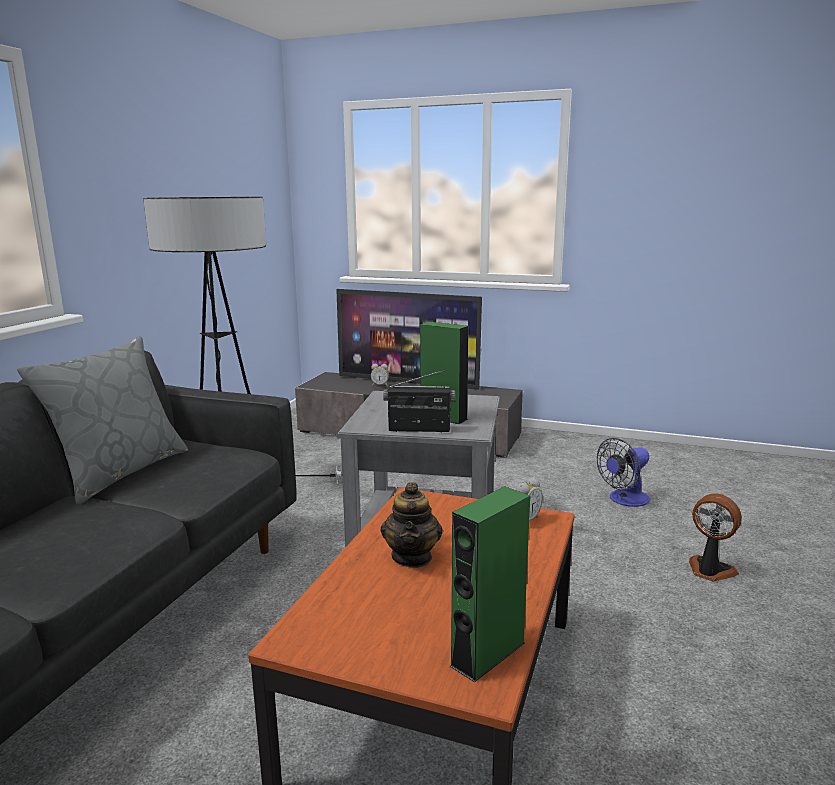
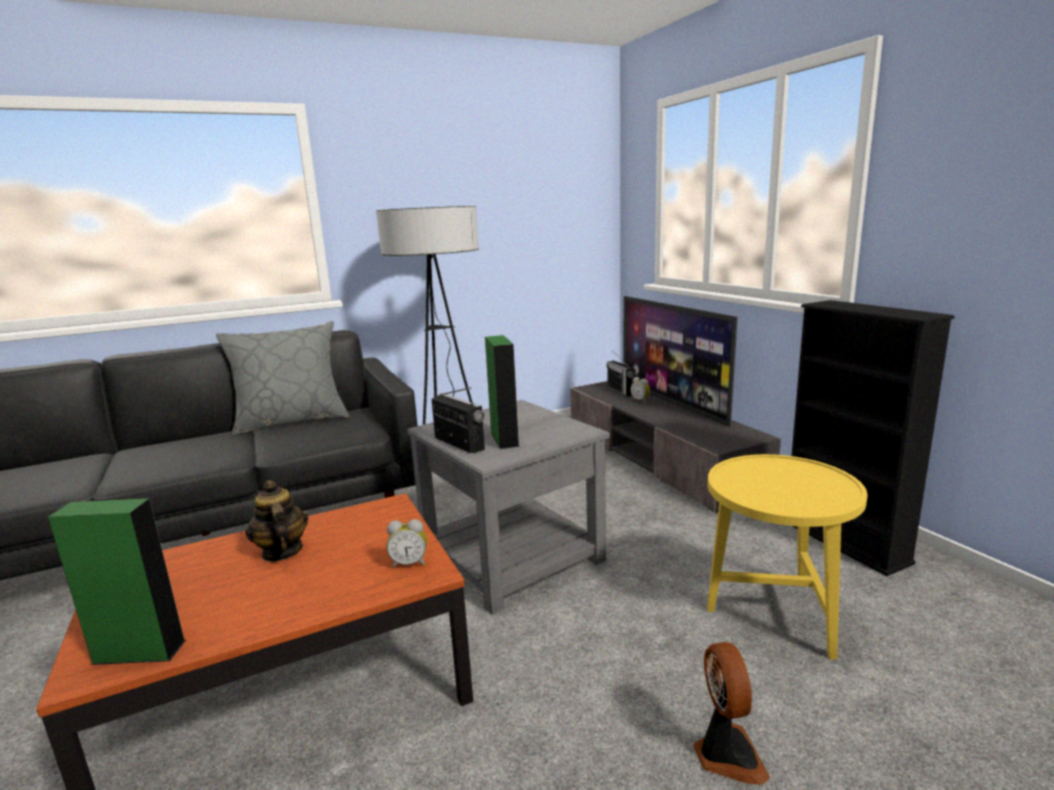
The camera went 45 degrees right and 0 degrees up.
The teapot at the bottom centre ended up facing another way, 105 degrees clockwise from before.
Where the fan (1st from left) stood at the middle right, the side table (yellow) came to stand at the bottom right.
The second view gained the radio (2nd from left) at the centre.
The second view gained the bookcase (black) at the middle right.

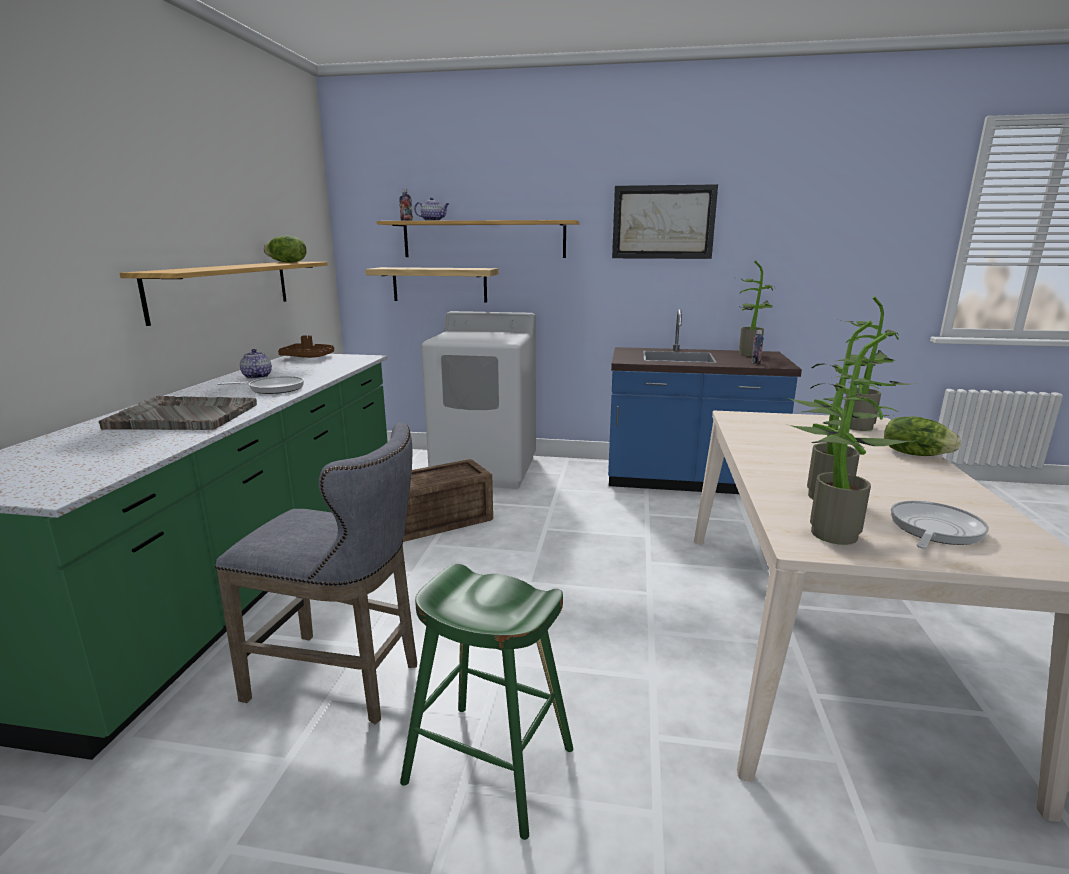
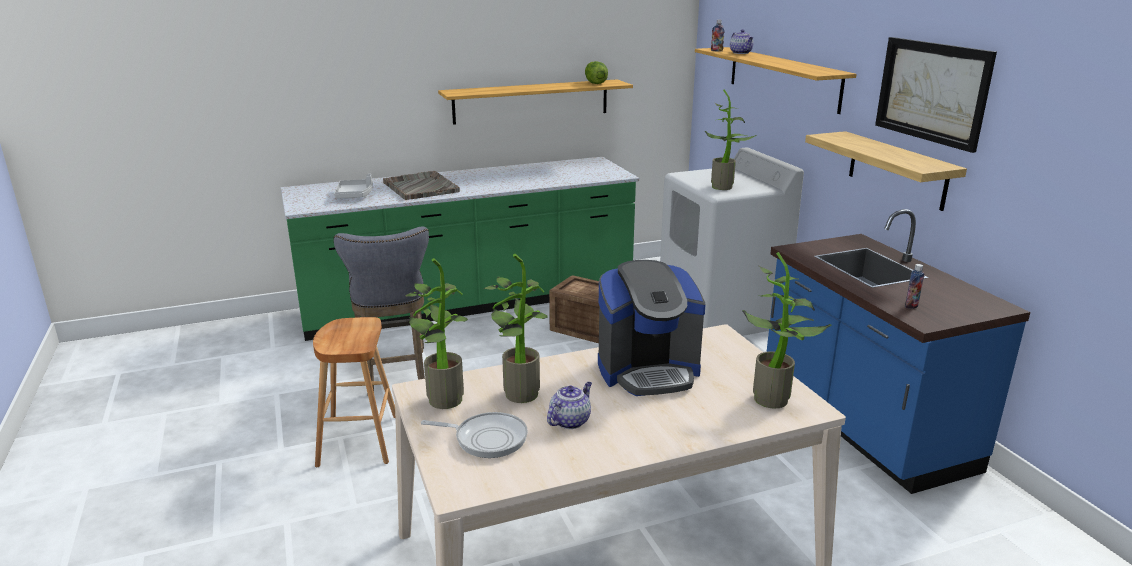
The camera went 60 degrees right and 5 degrees up.
The second view lost the frying pan (1st from left) at the middle left.
The teapot (1st from left) ended up elsewhere, having gone from the middle left to the bottom centre.
The second view lost the tray (brown) at the middle left.
The shelf (2nd from left in the first image) ended up elsewhere, having gone from the top centre to the top right.
What was the stool (green) at the bottom centre turned into the stool (brown) at the bottom left.
The potted plant (1st from left in the first image) ended up elsewhere, having gone from the middle right to the top centre.
The second view lost the lettuce (2nd from left) at the middle right.
The second view gained the tray (grey) (1st from left) at the top left.
The second view gained the coffee machine at the centre.

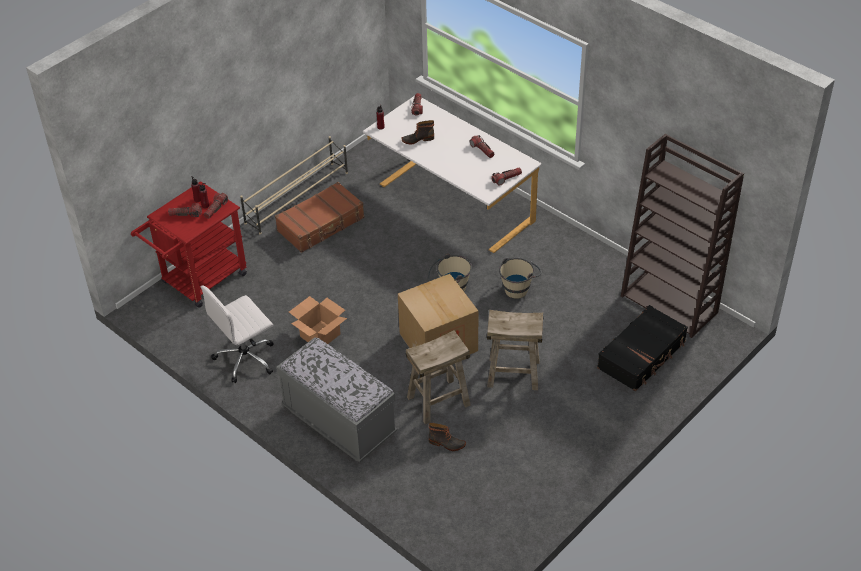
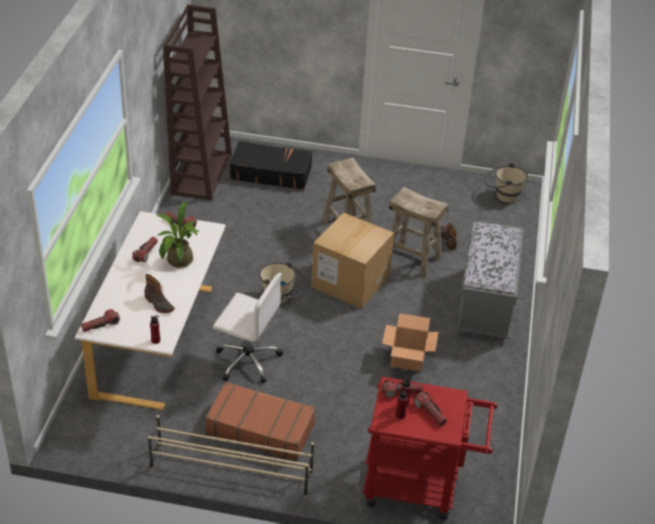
The camera went 125 degrees left and 5 degrees down.
The office chair (white) ended up elsewhere, having gone from the middle left to the centre.
The bucket (beige) (2nd from left) ended up elsewhere, having gone from the centre to the middle right.
The second view gained the potted plant at the middle left.

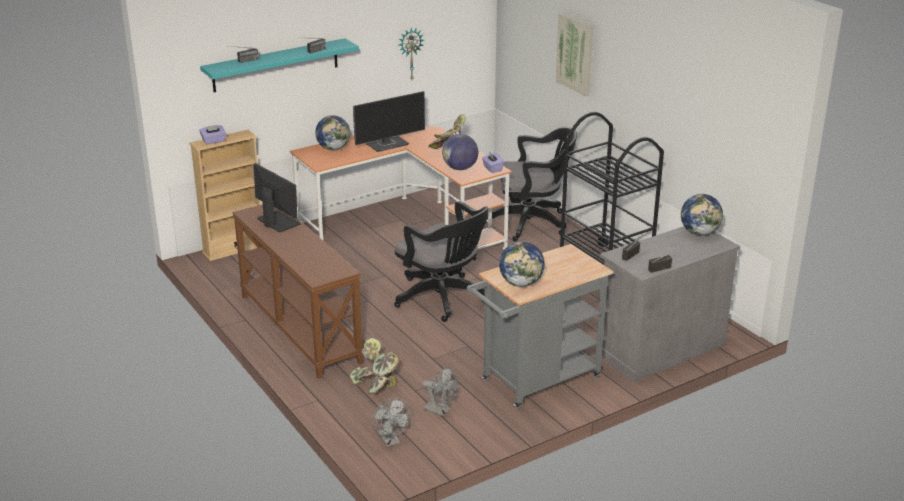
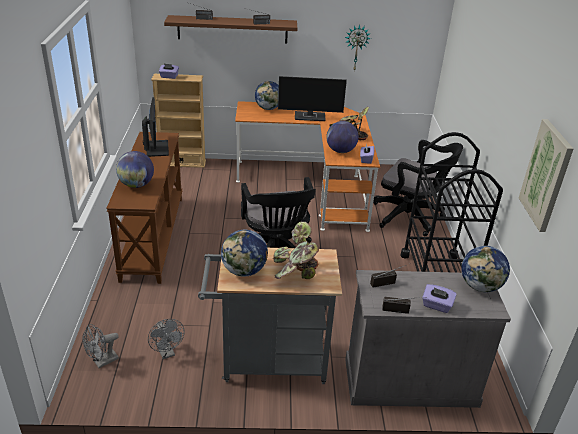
The camera went 30 degrees right and 5 degrees up.
What was the shelf (turquoise) at the top left turned into the shelf (brown) at the top centre.
The potted plant (1st from left) ended up elsewhere, having gone from the bottom centre to the centre.
The fan (grey) (1st from left) at the bottom centre ended up facing another way, 45 degrees clockwise from before.
The picture ended up elsewhere, having gone from the top centre to the middle right.
The second view gained the globe (1st from left) at the middle left.
The second view gained the tissue box (purple) (3rd from left) at the bottom right.

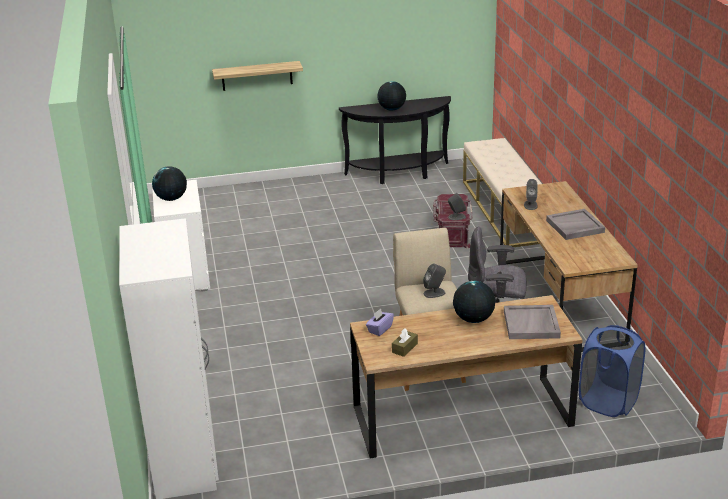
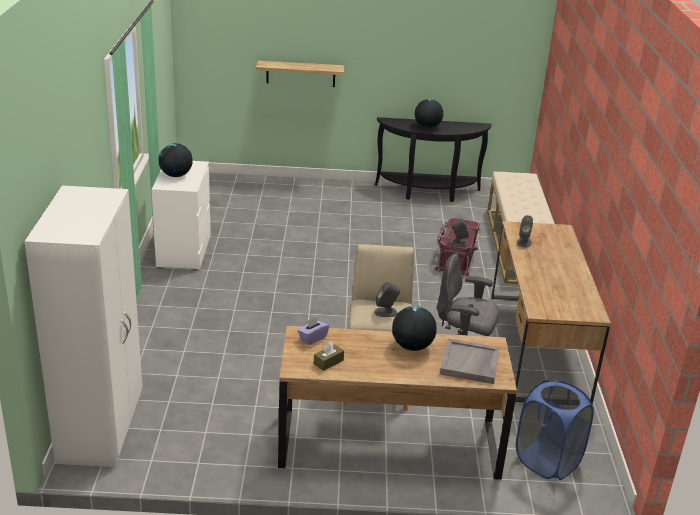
The camera went 10 degrees right and 0 degrees up.
The second view lost the tray (grey) (2nd from left) at the middle right.

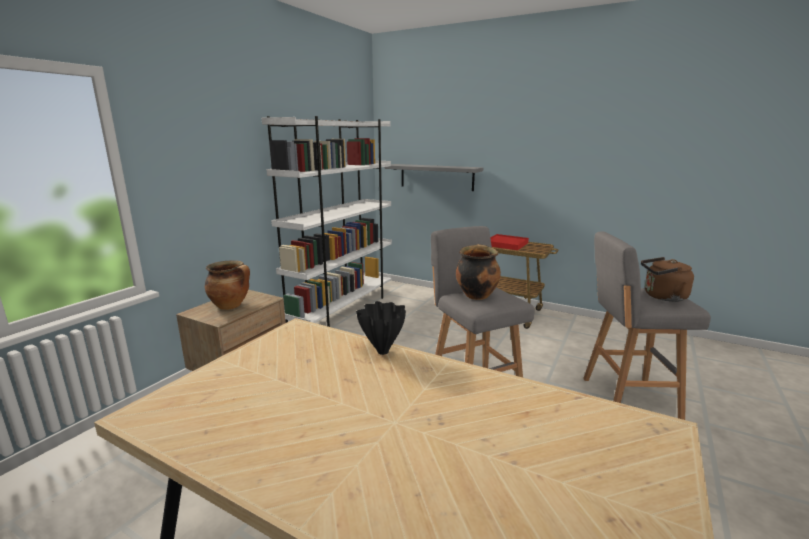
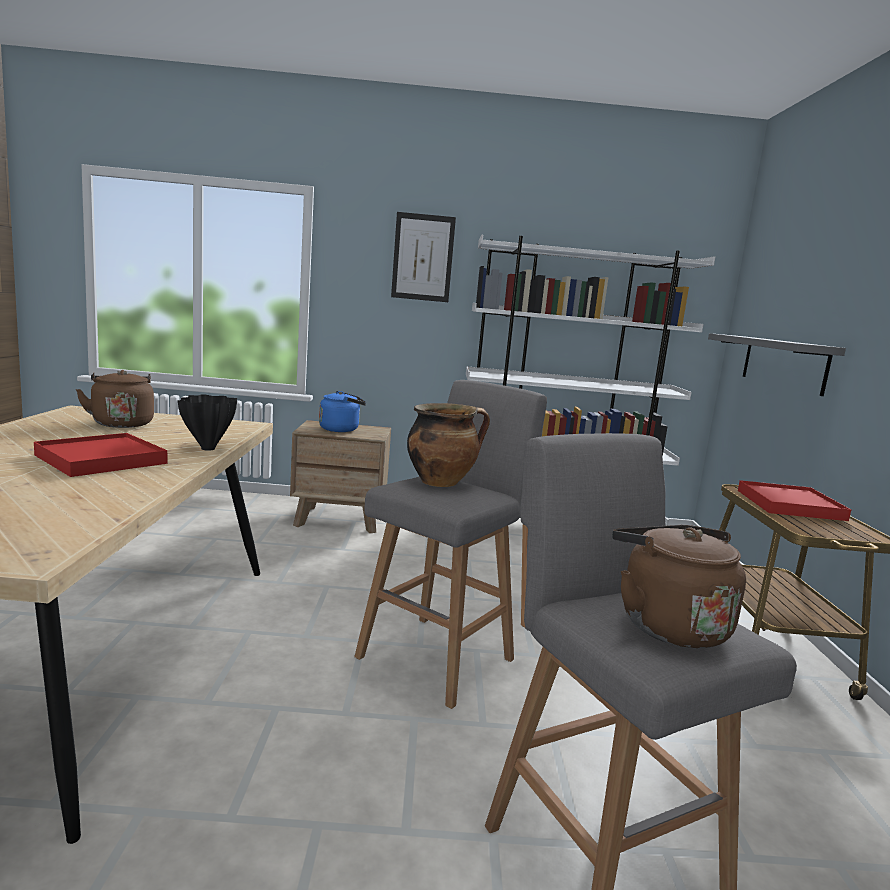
The camera went 60 degrees right and 5 degrees down.
Where the cooking pot (1st from left) stood at the middle left, the kettle (blue) came to stand at the centre.
The second view gained the tray (red) (1st from left) at the middle left.
The second view gained the kettle (brown) (1st from left) at the middle left.
The second view gained the picture at the top centre.

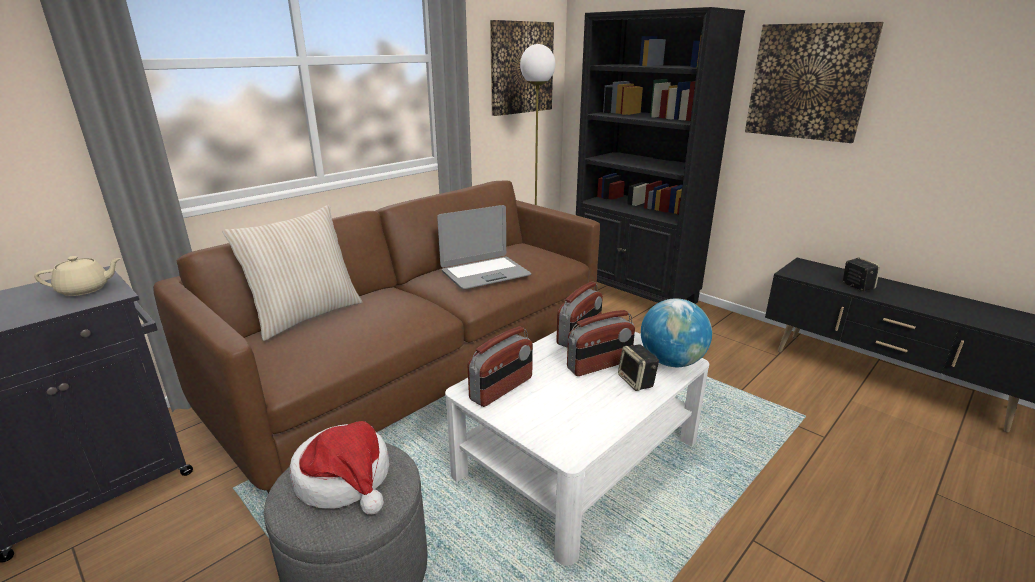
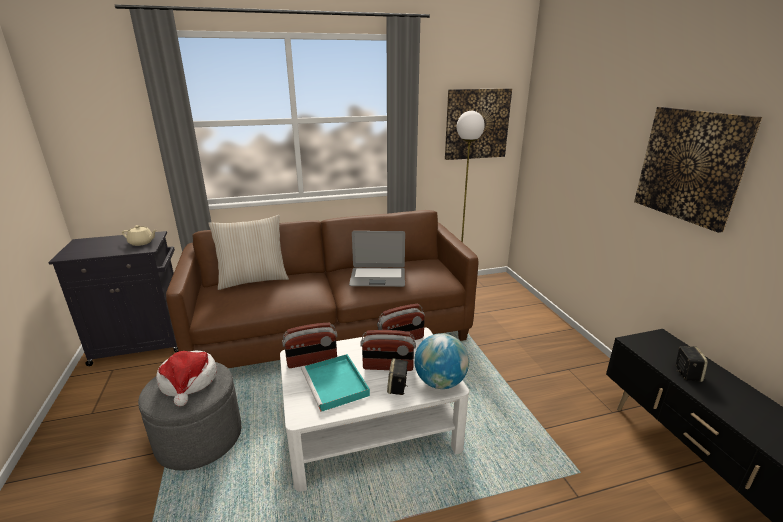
The camera went 30 degrees right and 0 degrees up.
The second view lost the bookcase (black) at the top centre.
The second view gained the tray (turquoise) at the bottom centre.

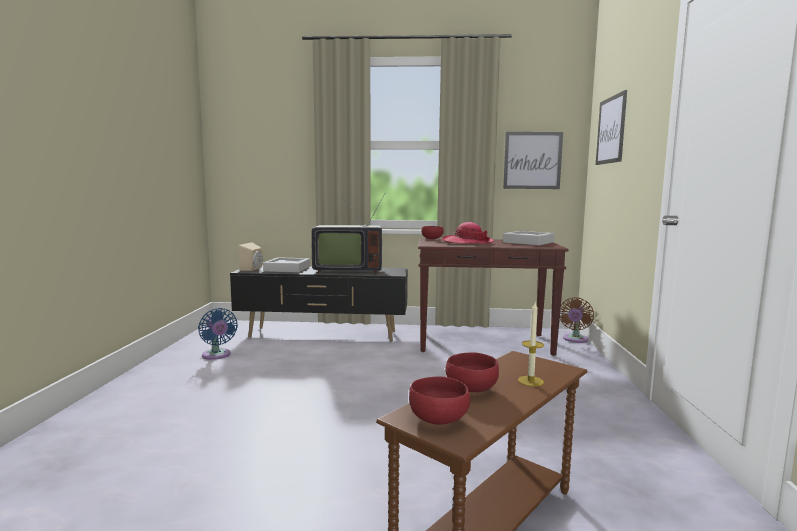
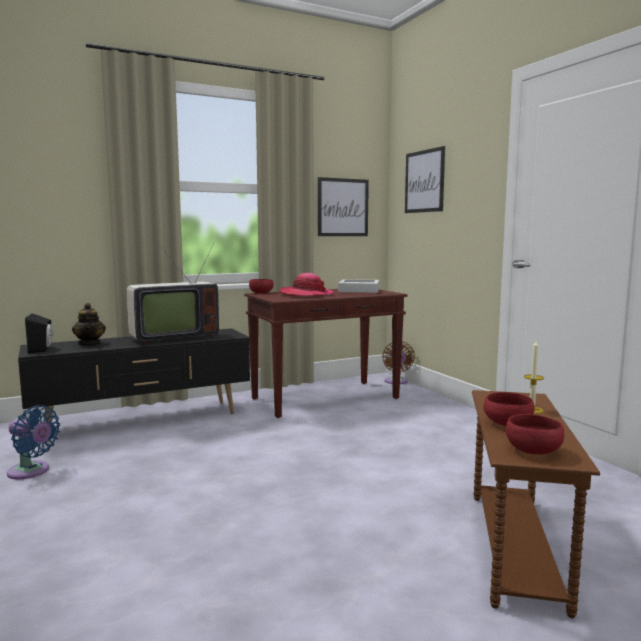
The camera went 30 degrees left and 0 degrees up.
What was the speaker (beige) at the middle left turned into the speaker (black) at the middle left.
Where the tray (grey) (1st from left) stood at the centre, the teapot came to stand at the middle left.

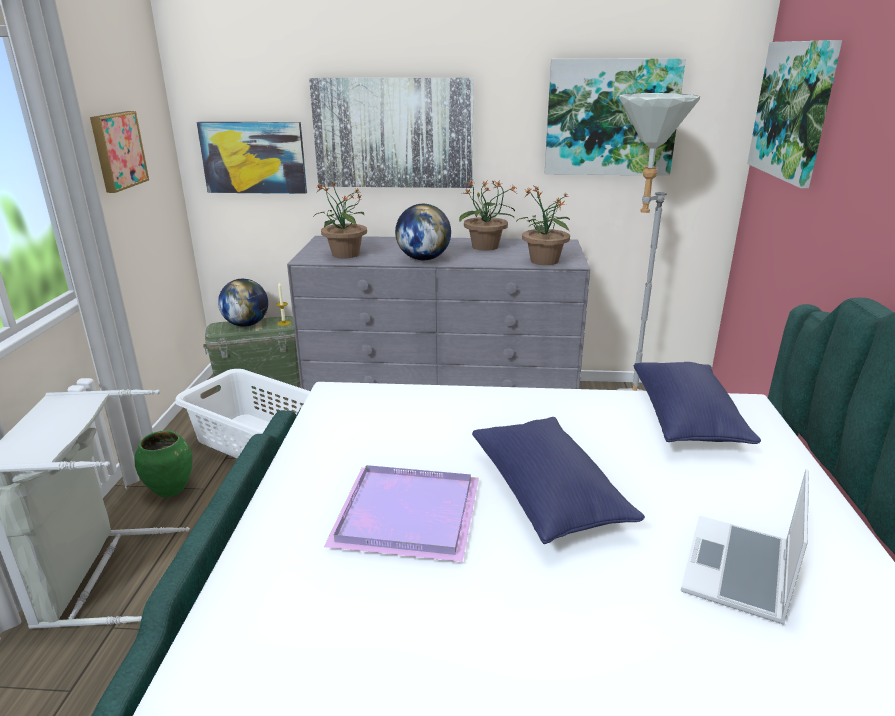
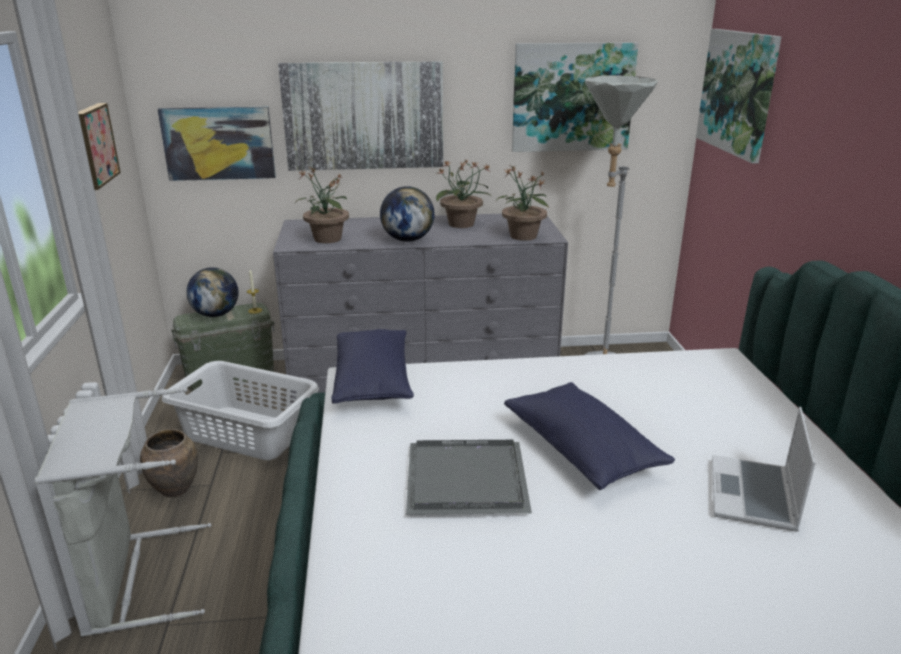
The camera went 10 degrees left and 0 degrees up.
What was the vase (green) at the middle left turned into the vase (brown) at the bottom left.
What was the tray (purple) at the bottom centre turned into the tray (grey) at the bottom centre.
The pillow (blue) (2nd from left in the first image) ended up elsewhere, having gone from the middle right to the centre.

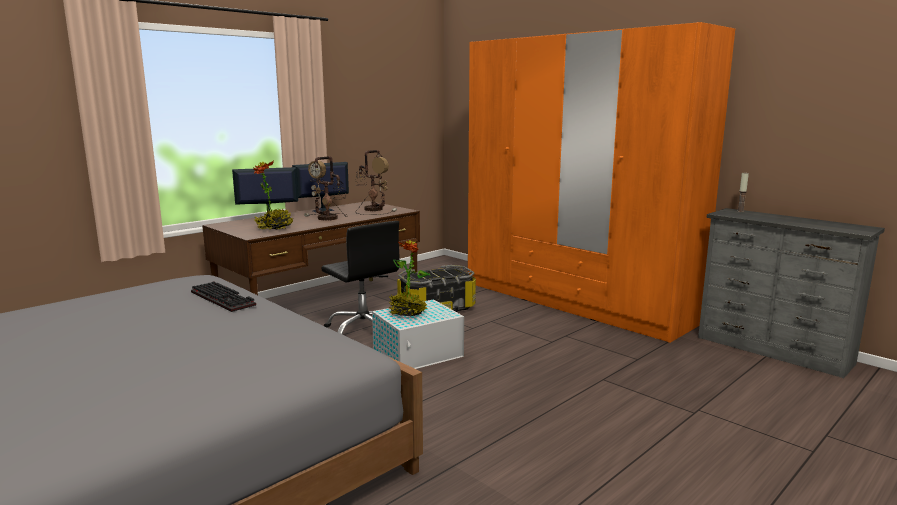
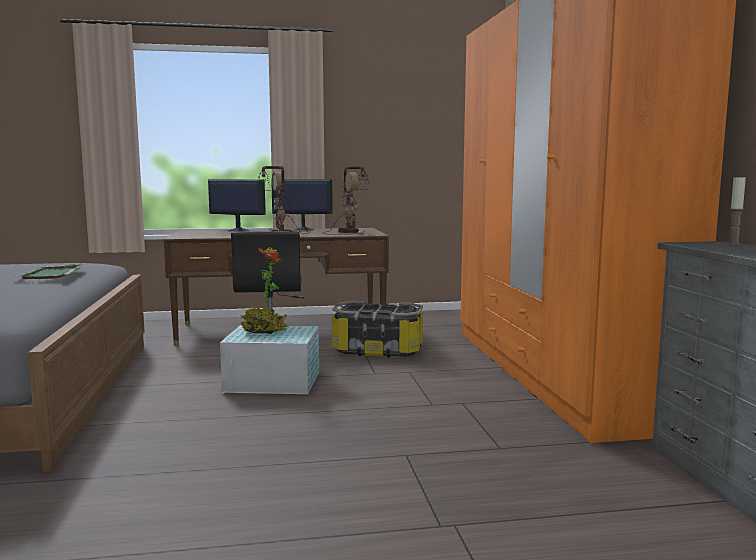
The camera went 35 degrees right and 5 degrees down.
Where the keyboard stood at the middle left, the tray (green) came to stand at the middle left.
The second view lost the potted plant (1st from left) at the middle left.

